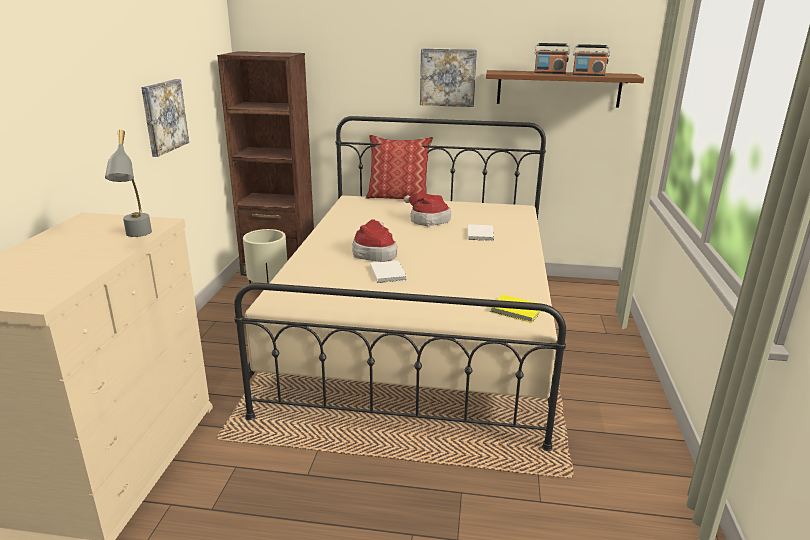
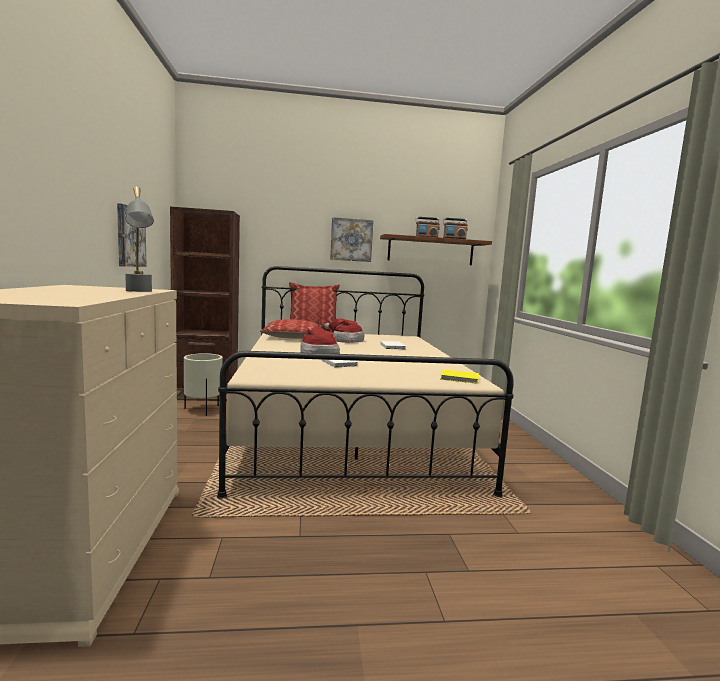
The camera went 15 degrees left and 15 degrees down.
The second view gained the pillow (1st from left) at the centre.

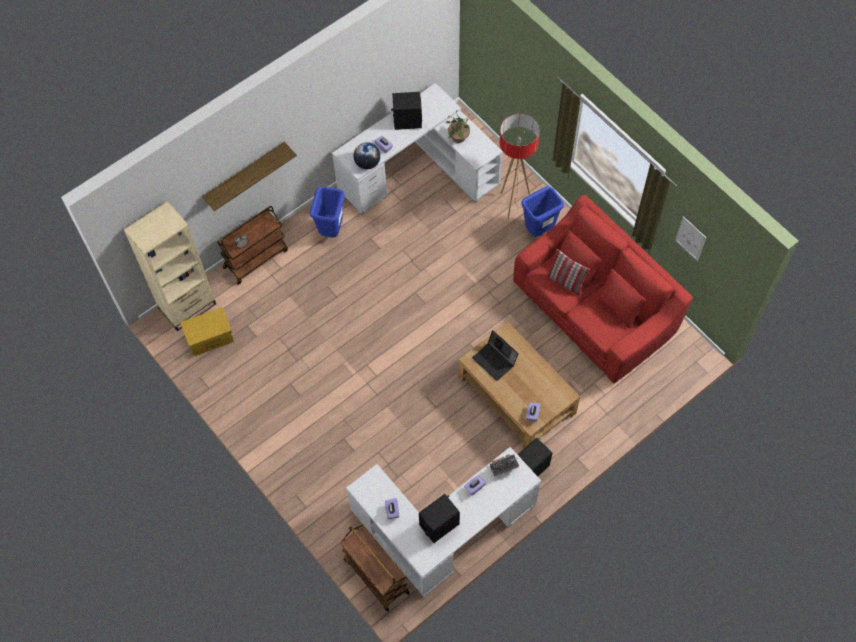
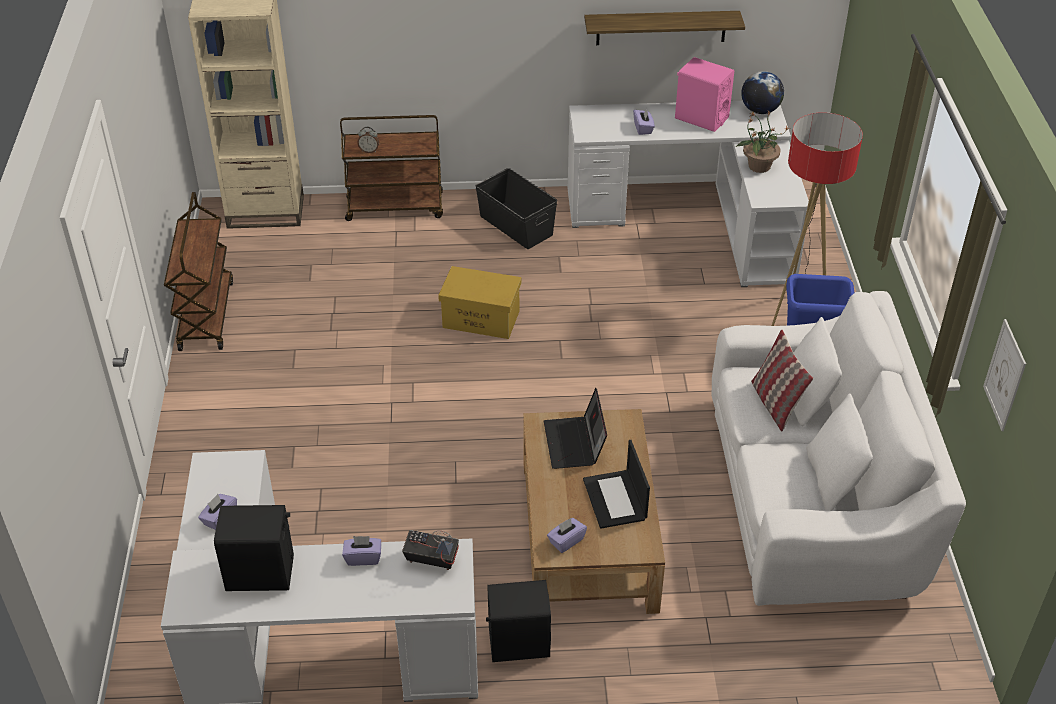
The camera went 35 degrees right and 20 degrees down.
The storage box (yellow) ended up elsewhere, having gone from the middle left to the centre.
The shelf ended up elsewhere, having gone from the top left to the top centre.
Where the trash can (blue) (1st from left) stood at the top centre, the storage box (black) came to stand at the top centre.
The cart (brown) (2nd from left in the first image) ended up elsewhere, having gone from the bottom centre to the middle left.
The globe ended up elsewhere, having gone from the top centre to the top right.
What was the speaker (black) (1st from left) at the top centre turned into the speaker (pink) at the top right.
What was the sofa (red) at the middle right turned into the sofa (white) at the middle right.
The second view gained the laptop (2nd from left) at the bottom centre.

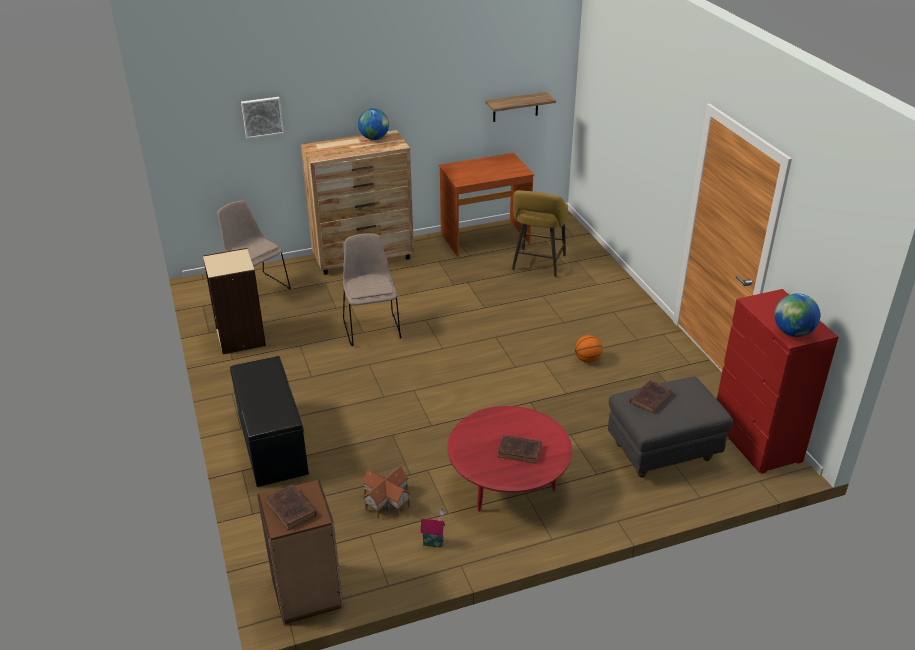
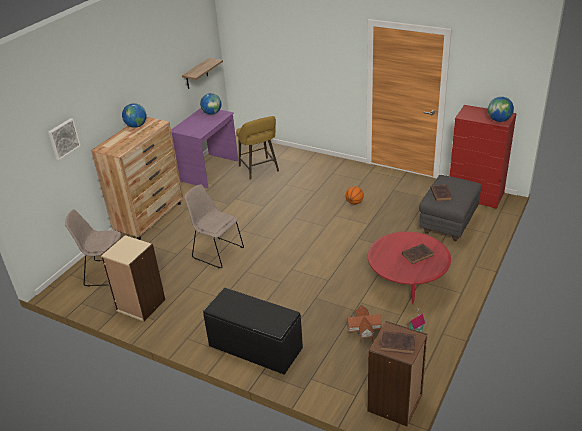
The camera went 40 degrees left and 0 degrees up.
What was the desk (brown) at the top centre turned into the desk (purple) at the centre.
The second view gained the globe (2nd from left) at the top centre.

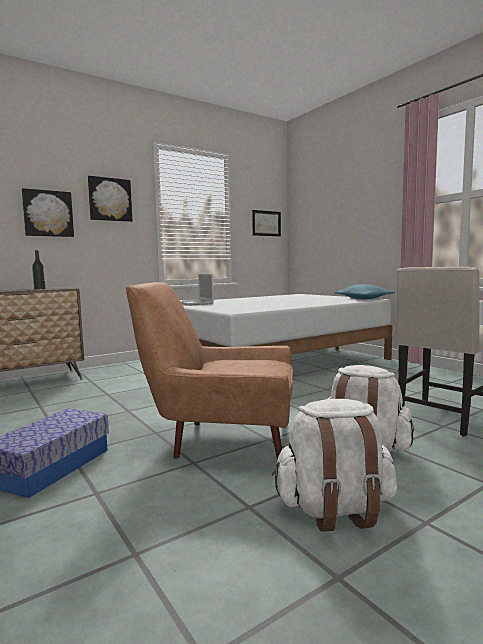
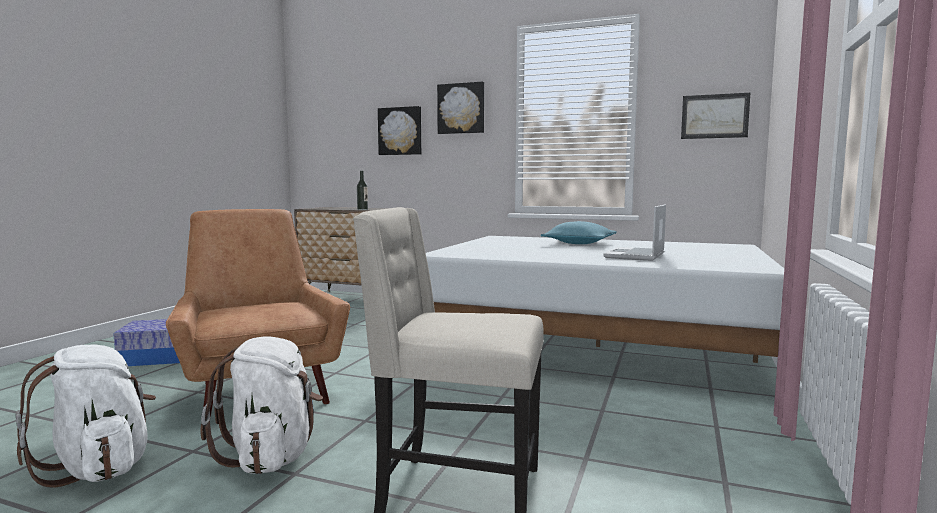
The camera went 55 degrees right and 0 degrees up.
The laptop ended up elsewhere, having gone from the centre to the middle right.
The pillow (turquoise) ended up elsewhere, having gone from the middle right to the centre.

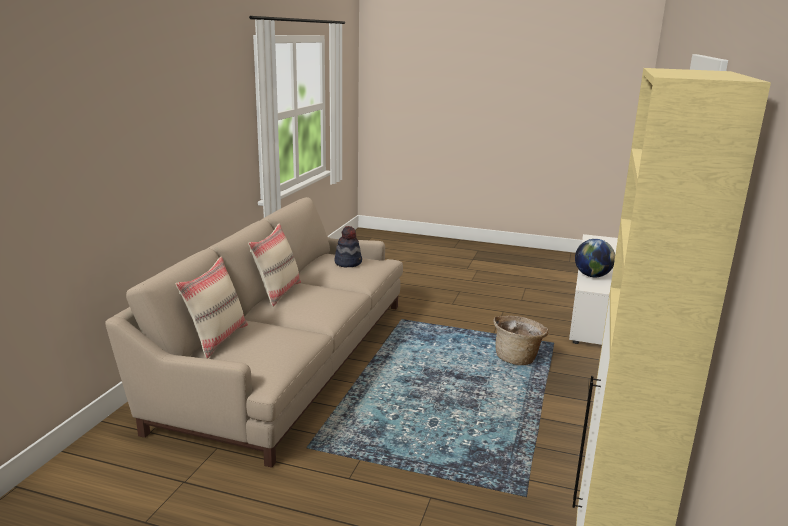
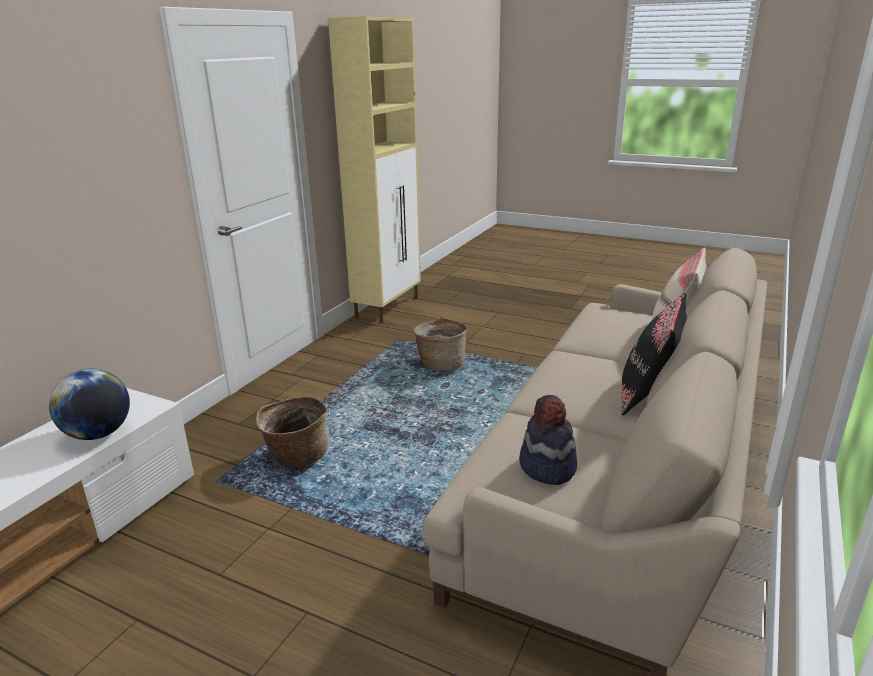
The camera went 170 degrees left and 5 degrees up.
What was the pillow (beige) (2nd from left) at the centre turned into the pillow (black) at the middle right.
The second view gained the basket (2nd from left) at the centre.

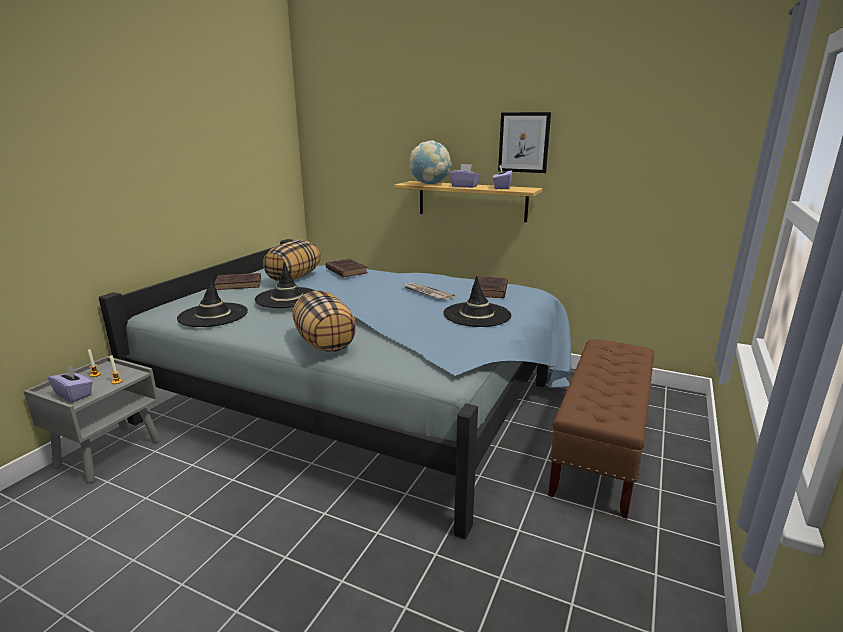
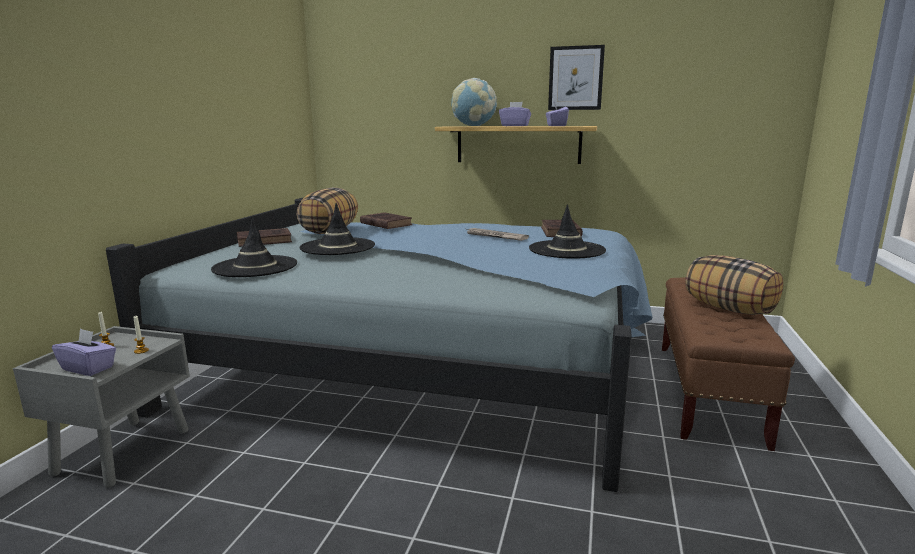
The camera went 10 degrees left and 5 degrees down.
The pillow (2nd from left) ended up elsewhere, having gone from the centre to the middle right.

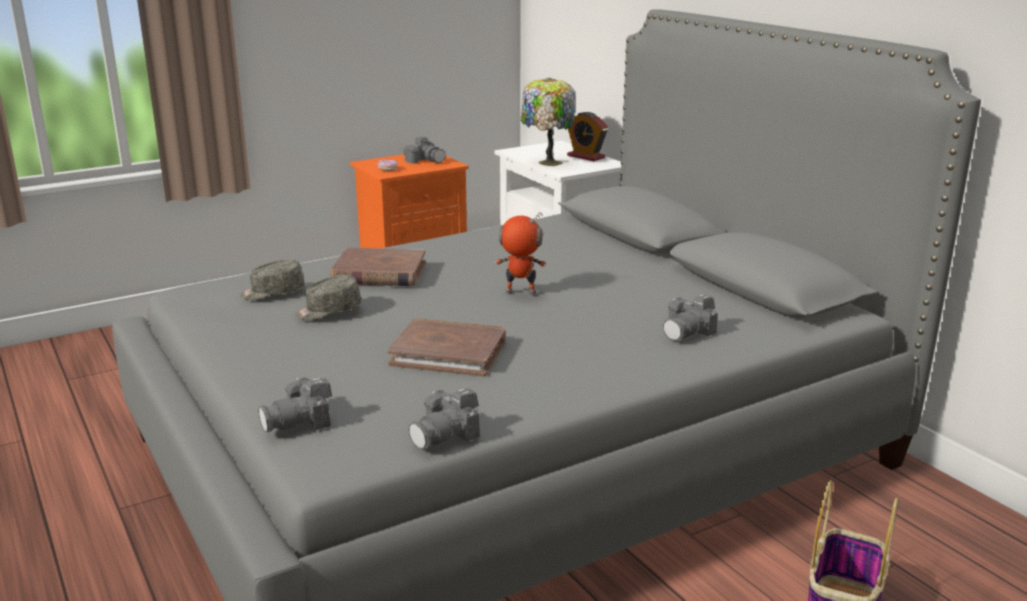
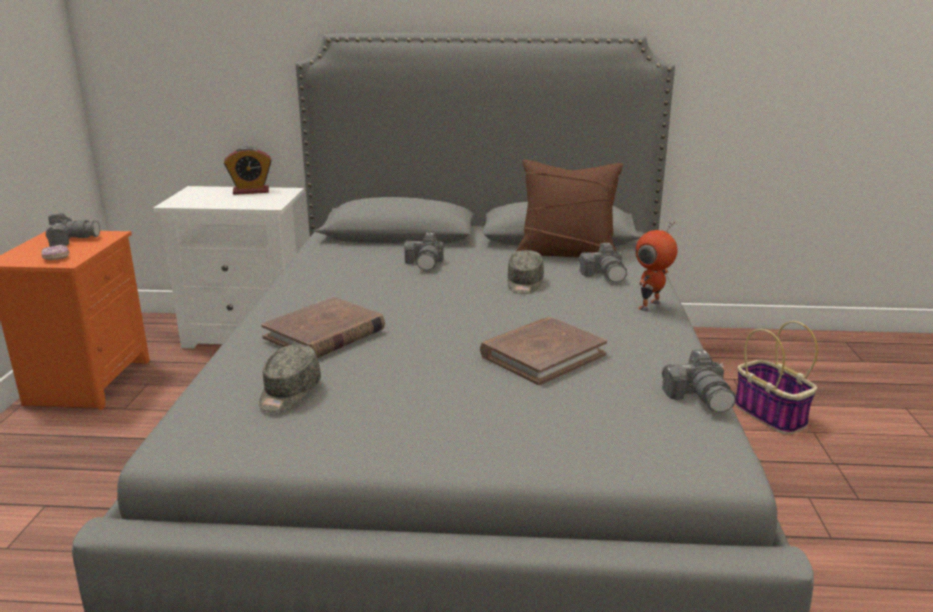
The camera went 55 degrees left and 0 degrees up.
The photo camera (1st from left in the first image) ended up elsewhere, having gone from the bottom left to the centre.
The cap (grey) (2nd from left) ended up elsewhere, having gone from the middle left to the centre.
The toy robot ended up elsewhere, having gone from the centre to the middle right.
The second view lost the table lamp at the top centre.
The second view gained the pillow (brown) at the centre.

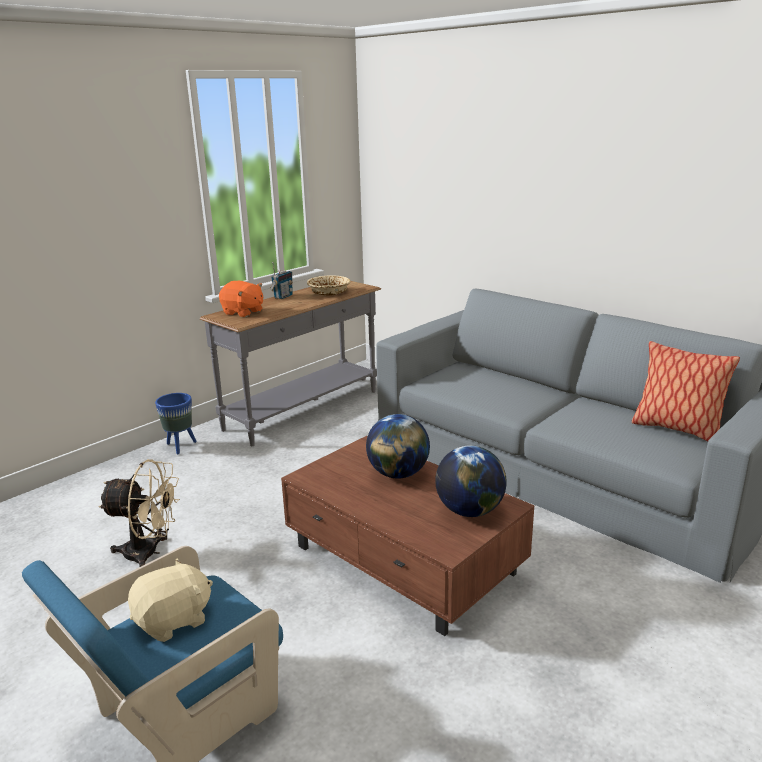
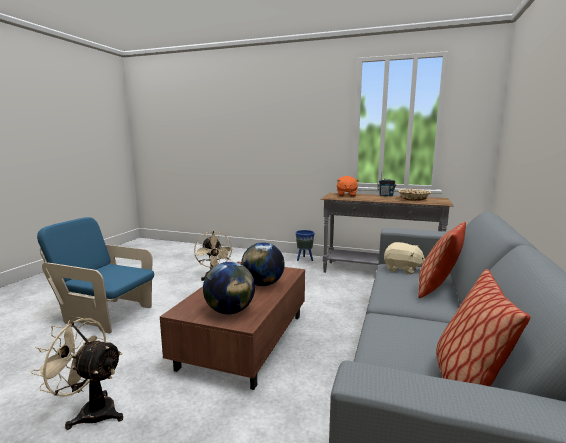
The camera went 65 degrees right and 10 degrees down.
The plush toy (beige) ended up elsewhere, having gone from the bottom left to the middle right.
The second view gained the fan (beige) (1st from left) at the bottom left.
The second view gained the pillow (1st from left) at the middle right.

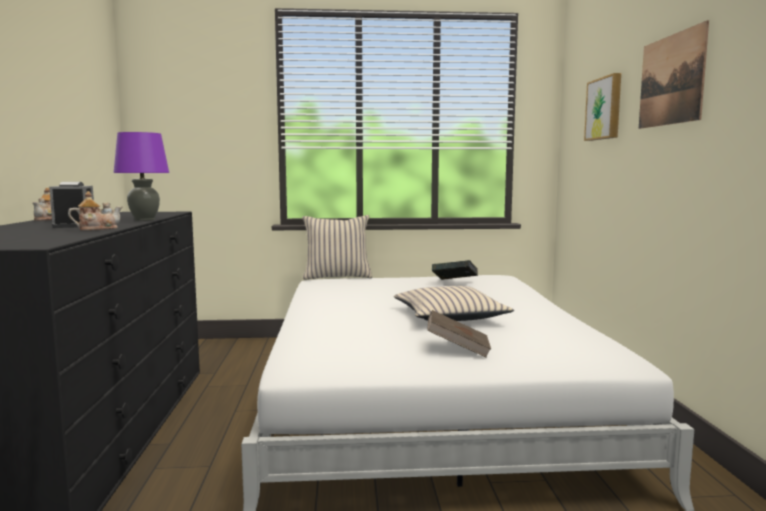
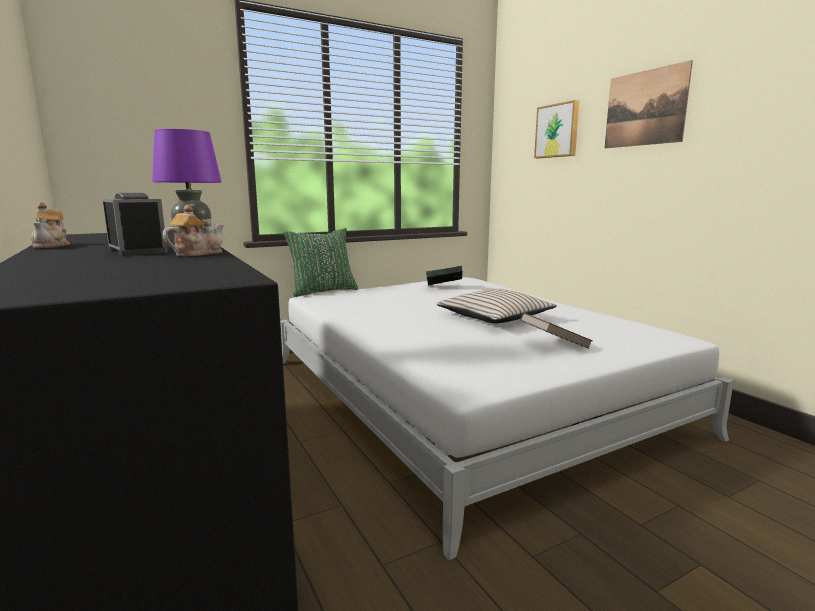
The camera went 25 degrees left and 5 degrees up.
What was the pillow (beige) (1st from left) at the centre turned into the pillow (green) at the centre.

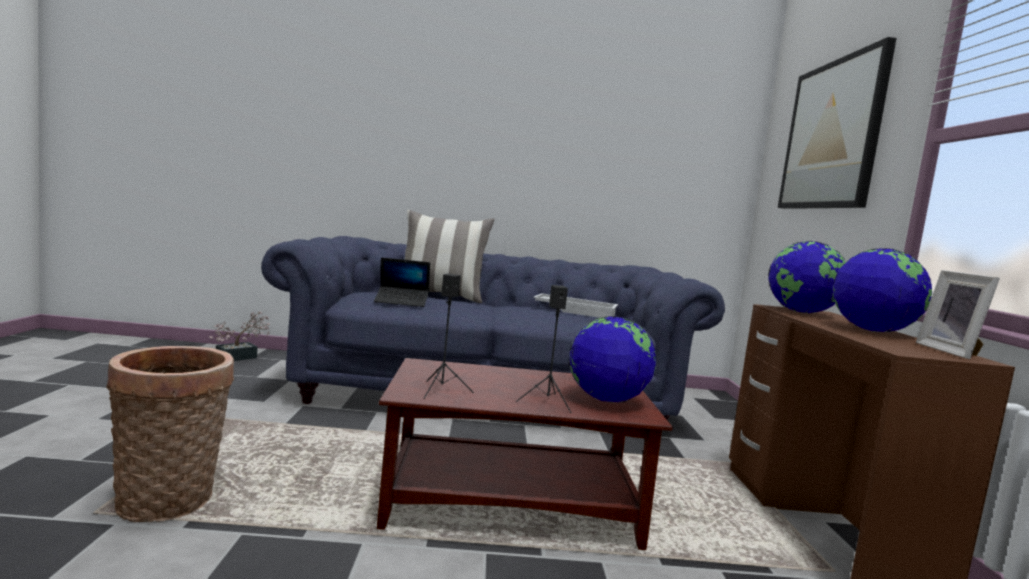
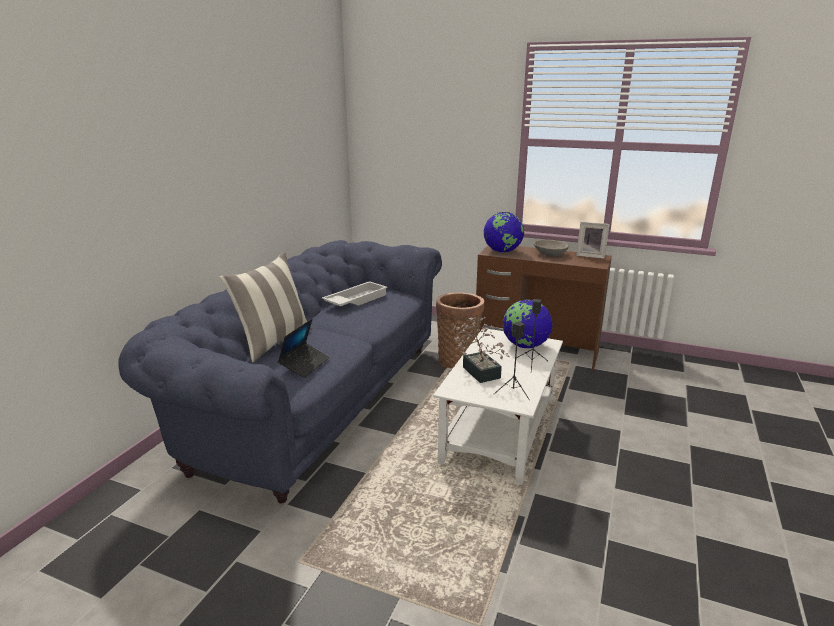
The camera went 65 degrees left and 15 degrees up.
The basket ended up elsewhere, having gone from the bottom left to the centre.
The potted plant ended up elsewhere, having gone from the middle left to the centre.
What was the coffee table (brown) at the bottom centre turned into the coffee table (white) at the centre.
The second view lost the picture at the top right.
Where the globe (3rd from left) stood at the middle right, the bowl (grey) came to stand at the centre.

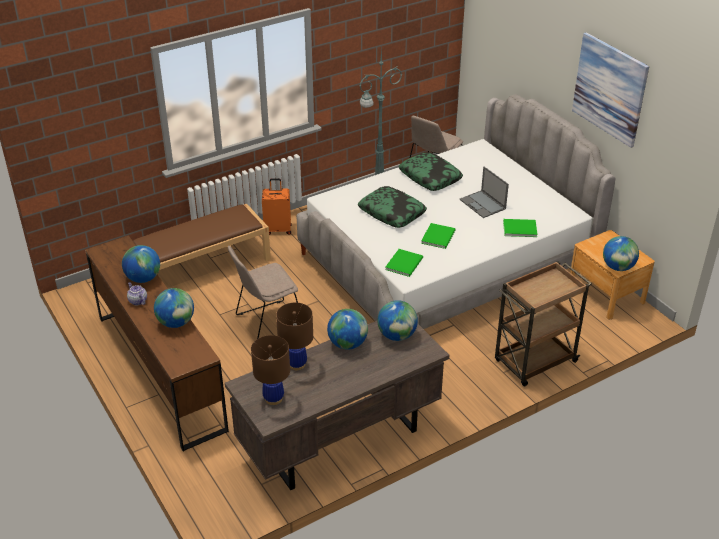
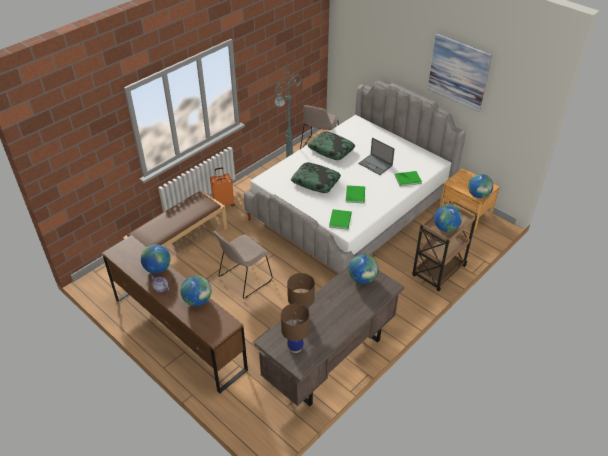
The camera went 15 degrees left and 5 degrees up.
The globe (3rd from left in the first image) ended up elsewhere, having gone from the centre to the middle right.

